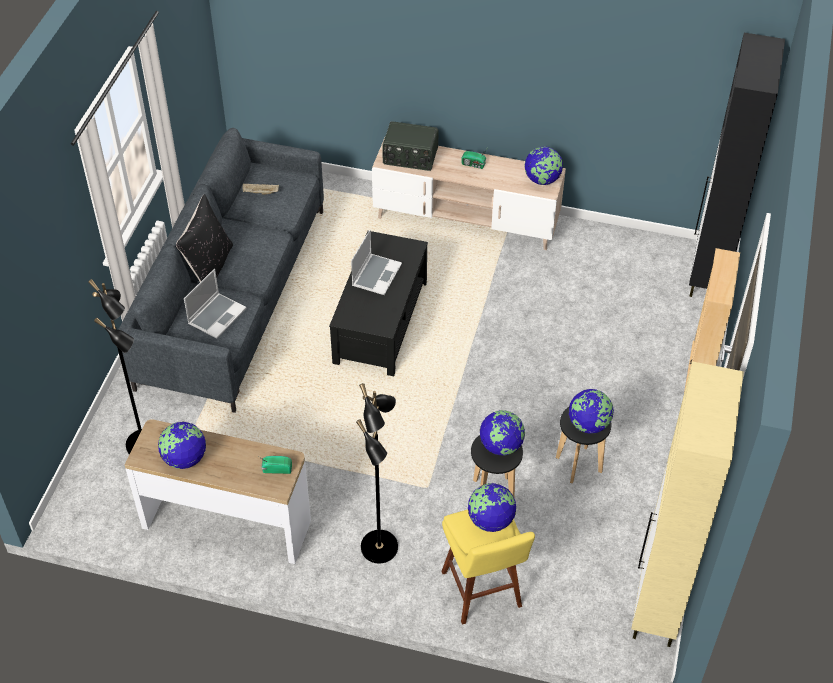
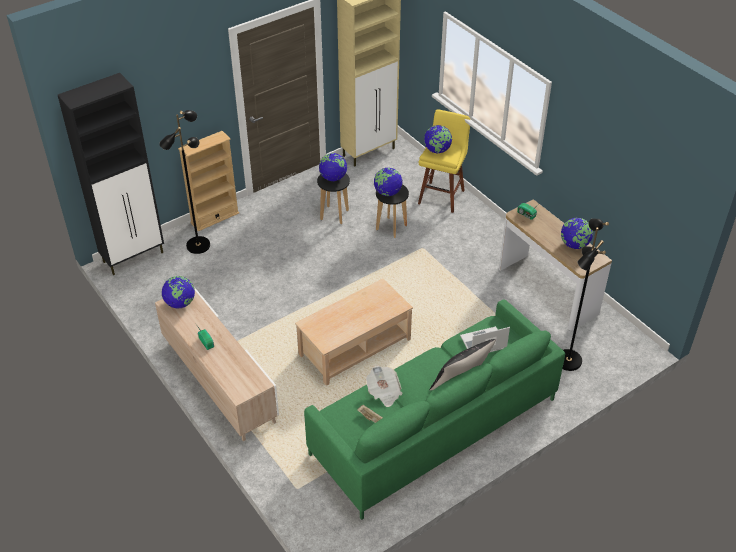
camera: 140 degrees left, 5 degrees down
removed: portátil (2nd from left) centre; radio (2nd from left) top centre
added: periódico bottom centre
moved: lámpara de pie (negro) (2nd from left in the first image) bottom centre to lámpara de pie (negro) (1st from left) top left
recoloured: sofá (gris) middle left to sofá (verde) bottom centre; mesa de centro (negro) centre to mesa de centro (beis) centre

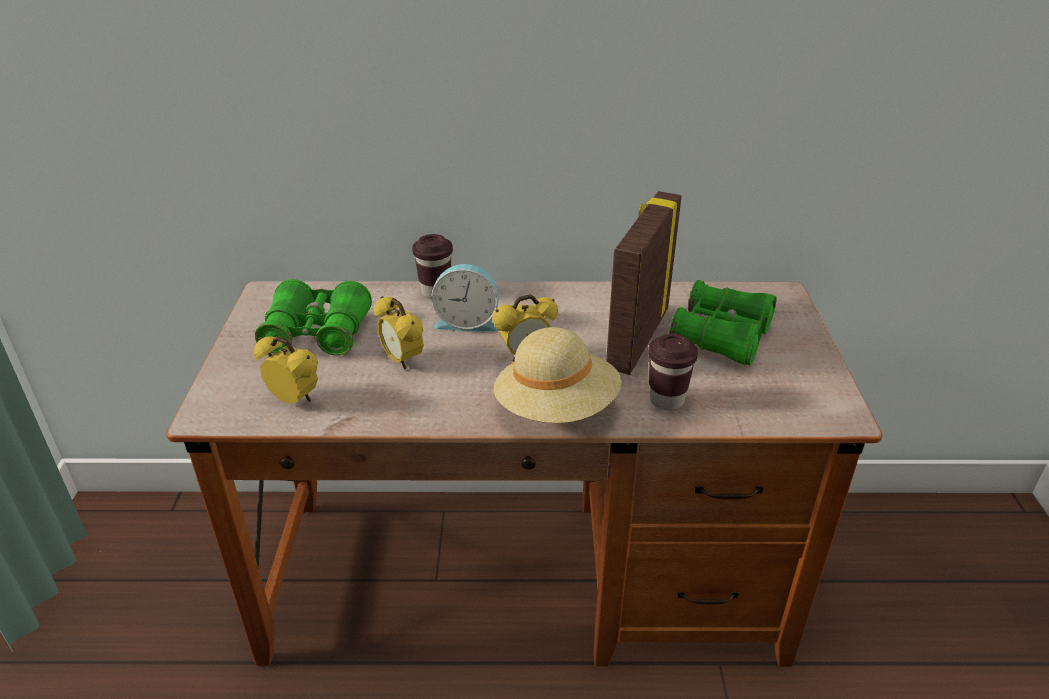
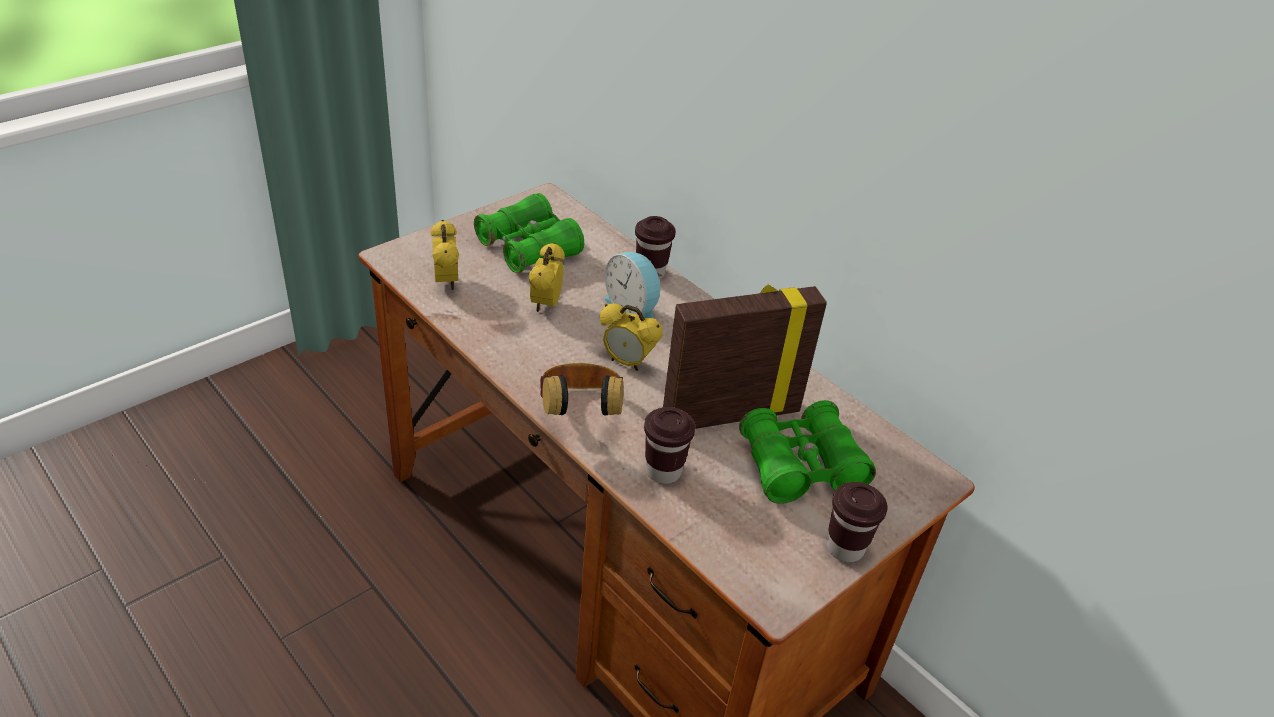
camera: 45 degrees right, 5 degrees up
added: taza (marrón) (3rd from left) bottom right
replaced: sombrero (beis) centre to auriculares centre

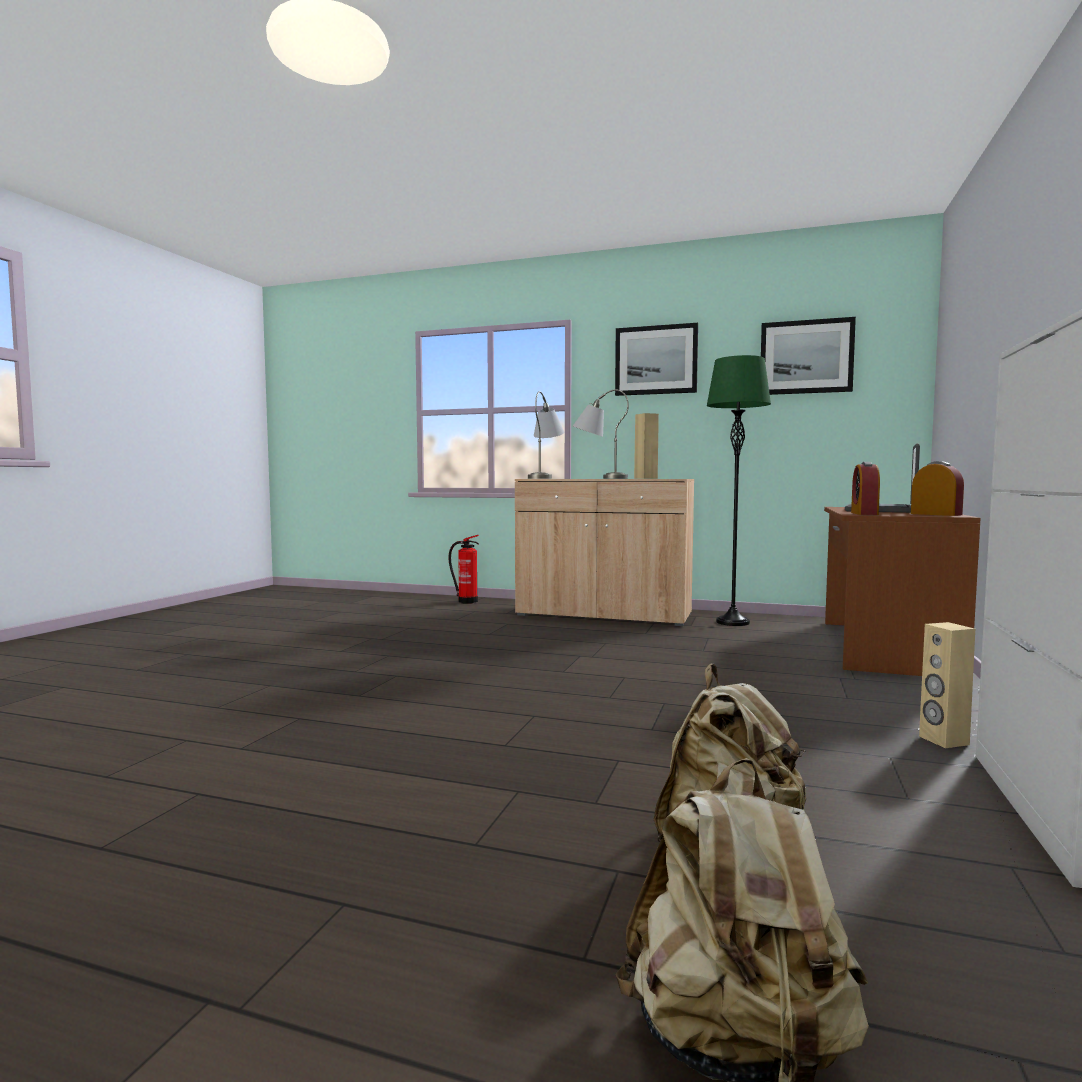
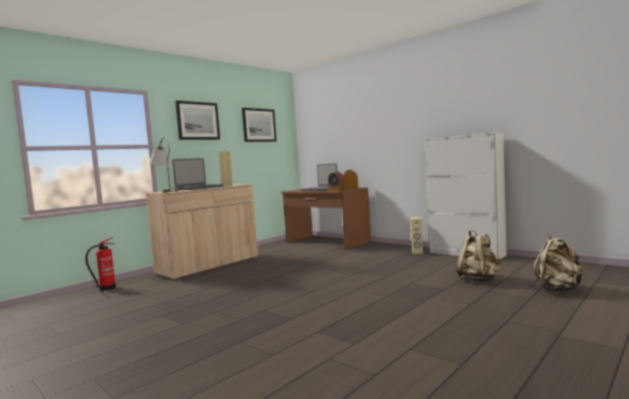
camera: 65 degrees left, 0 degrees up
removed: lámpara de pie (verde) middle right
replaced: lámpara de mesa (gris) (2nd from left) centre to portátil (1st from left) middle left

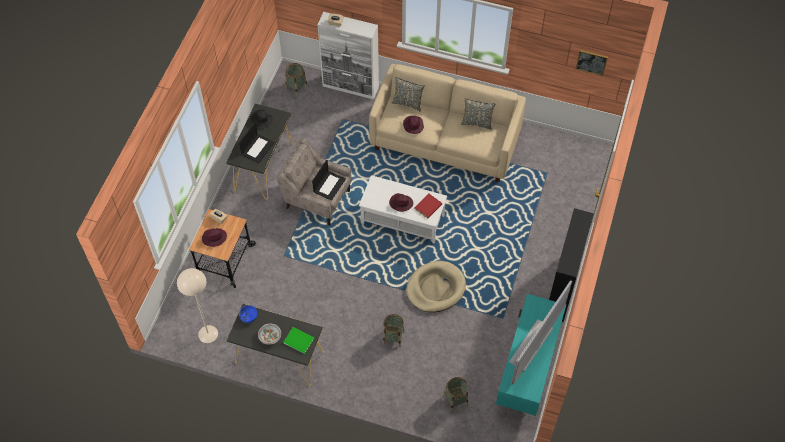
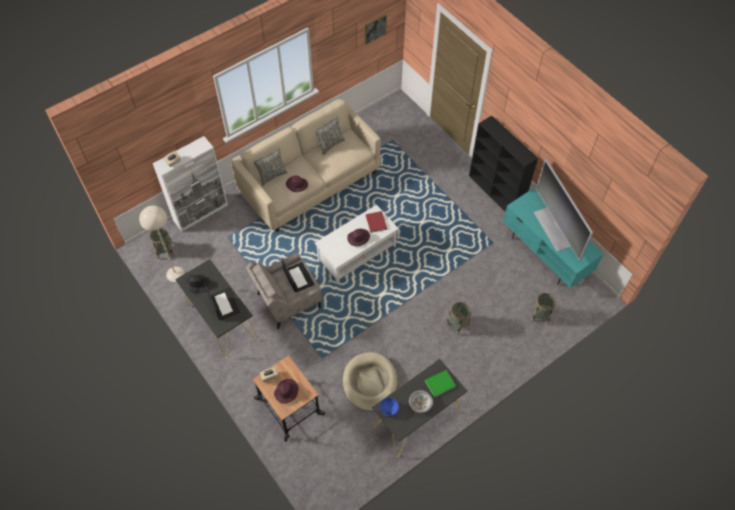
camera: 55 degrees left, 0 degrees up
moved: lámpara de pie (beis) bottom left to middle left; cama para perro (beis) centre to bottom centre

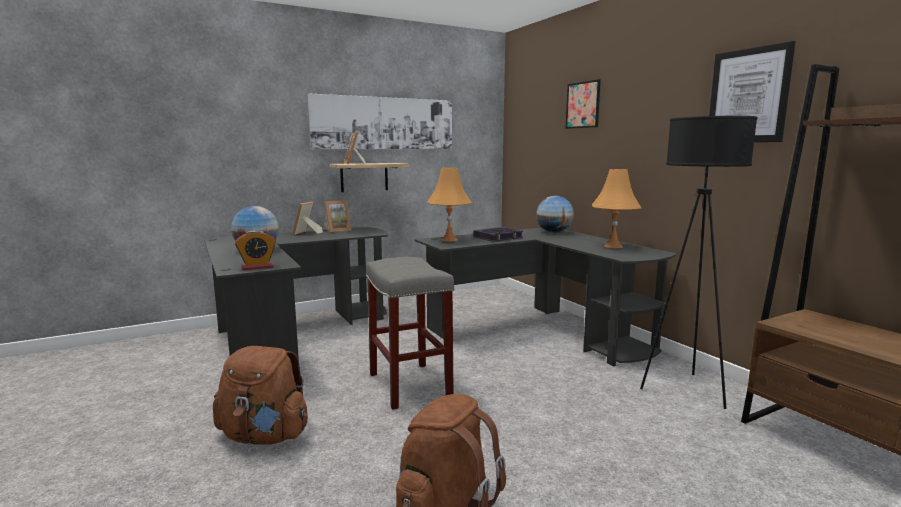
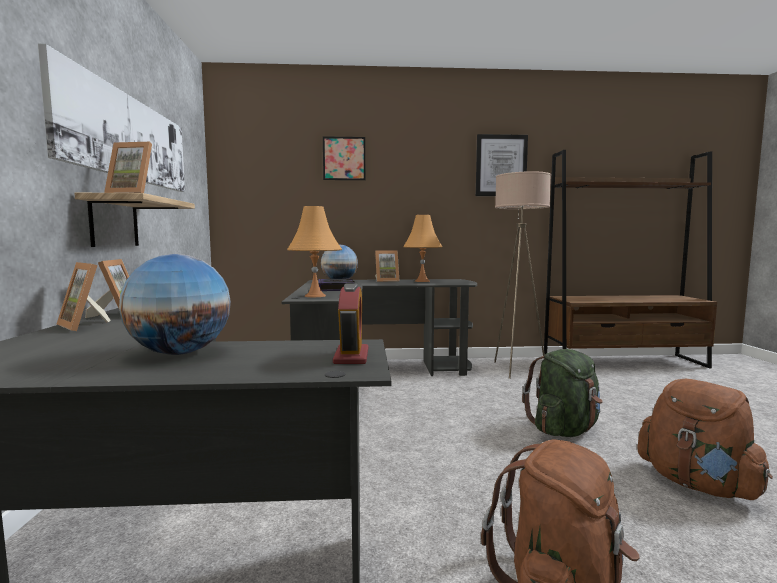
camera: 65 degrees left, 5 degrees down
removed: taburete (gris) centre
added: portarretratos (4th from left) centre; mochila (verde) bottom right
recoloured: lámpara de pie (negro) middle right to lámpara de pie (beis) middle right

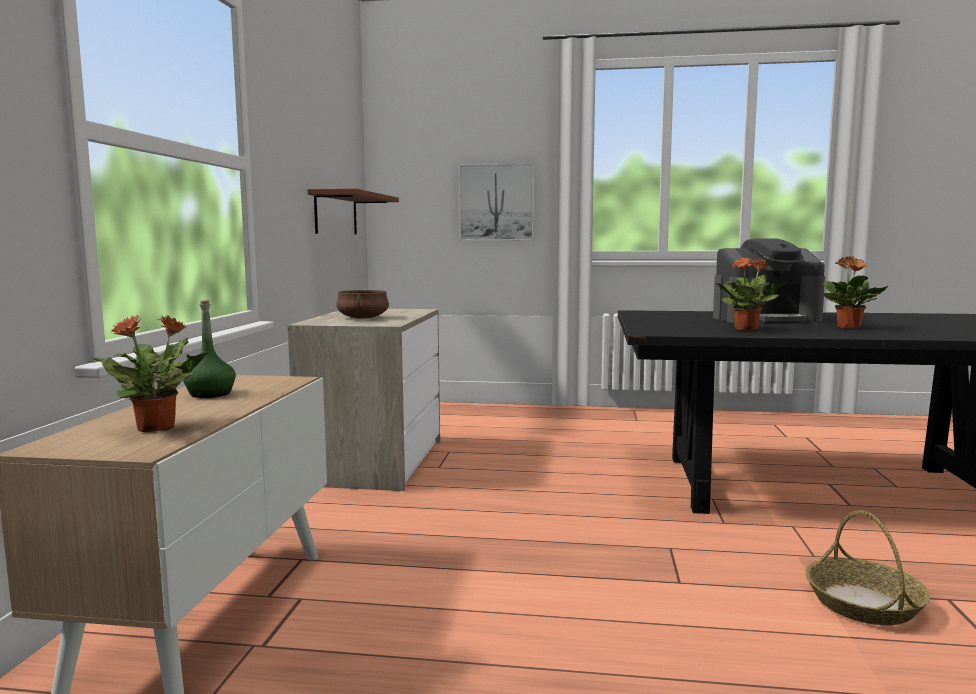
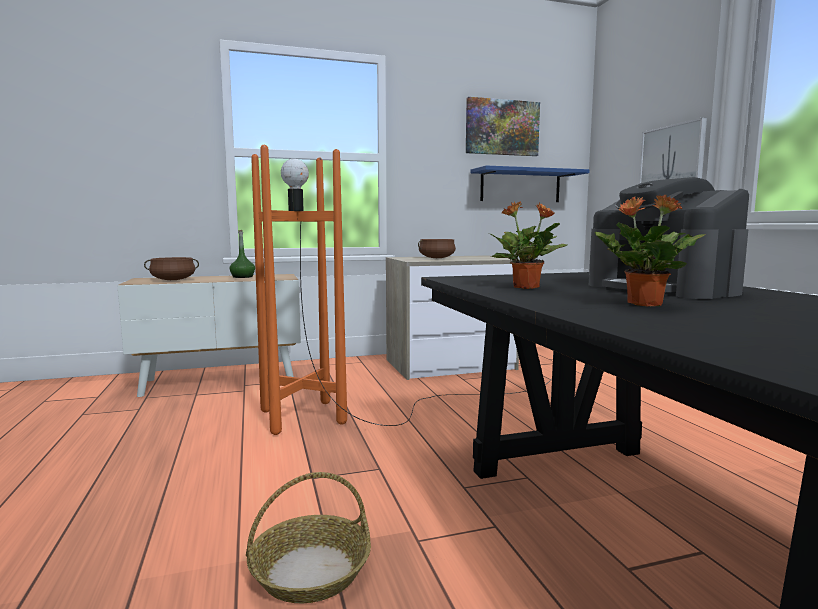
camera: 65 degrees right, 0 degrees up
added: lámpara de pie (naranja) centre; cuadro (1st from left) top centre
replaced: planta en maceta (1st from left) middle left to olla (marrón) (1st from left) middle left
recoloured: estante (marrón) top centre to estante (azul) top centre

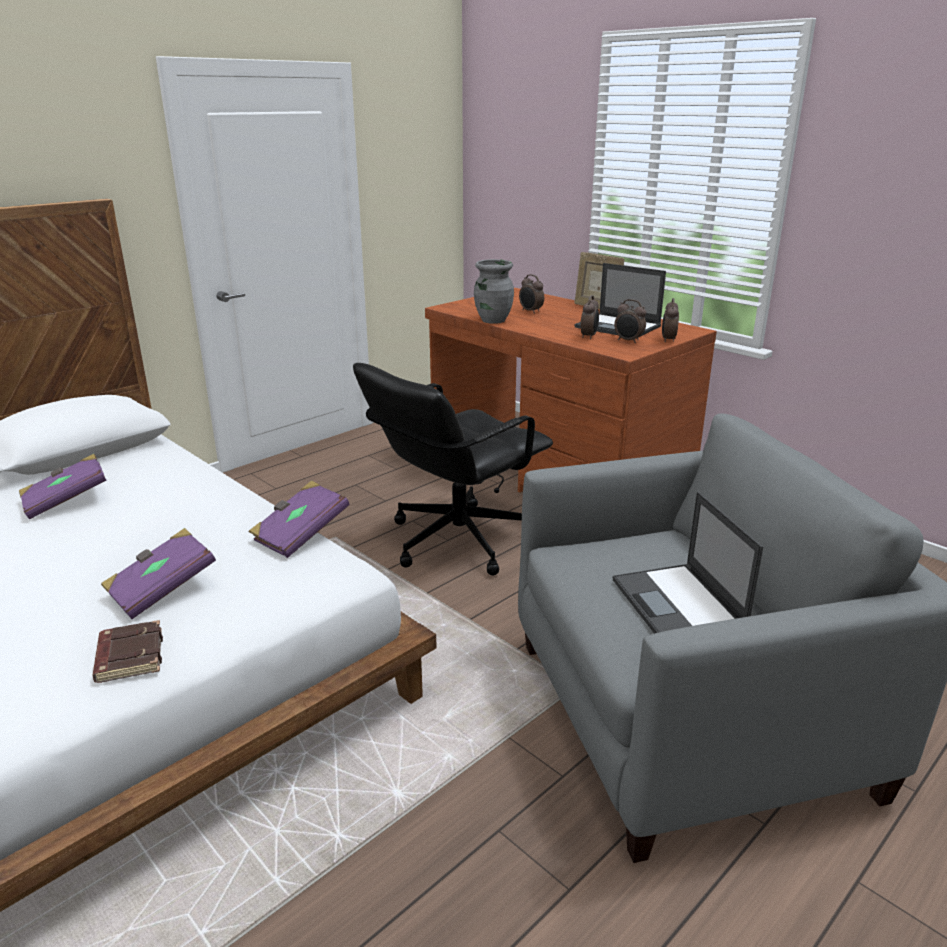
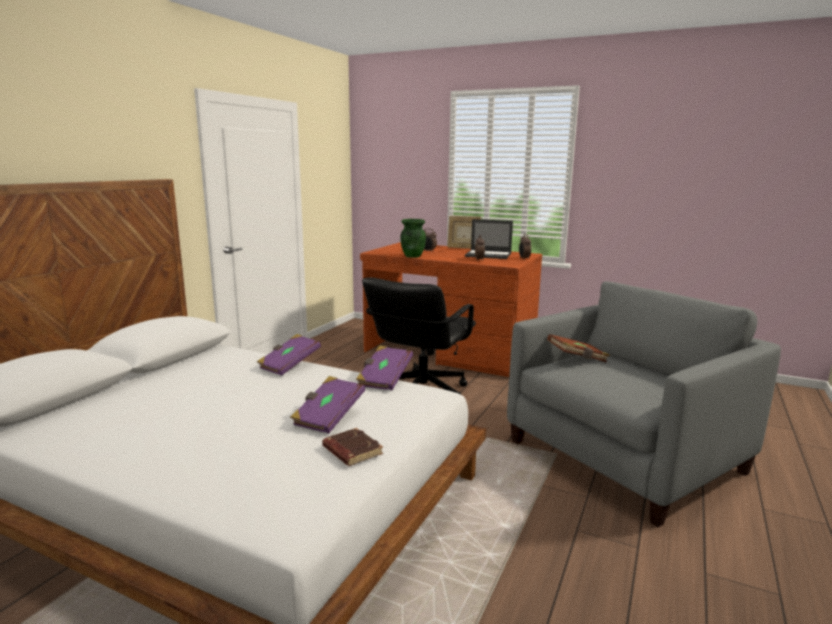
camera: 20 degrees left, 10 degrees down
removed: portátil (2nd from left) middle right; despertador (3rd from left) centre
added: libro (marrón) (2nd from left) middle right
moved: libro (morado) (1st from left) middle left to centre
recoloured: florero (gris) top centre to florero (verde) centre

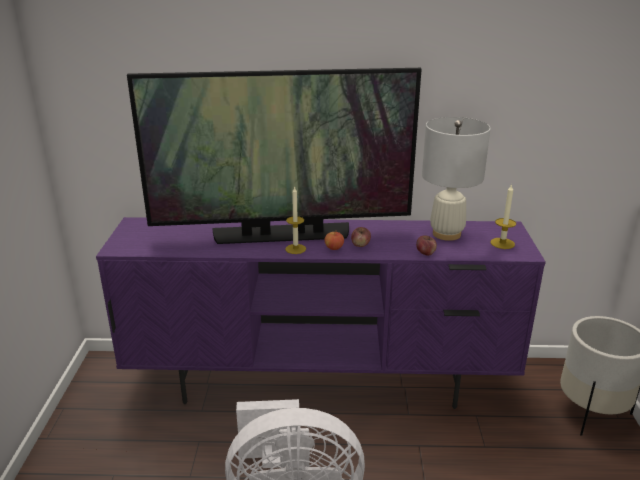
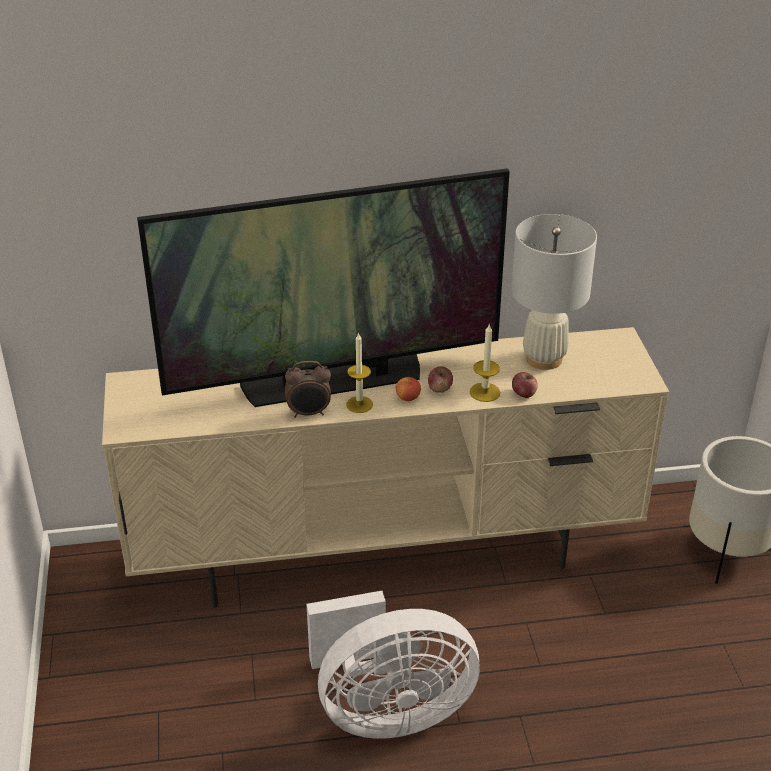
camera: 10 degrees left, 10 degrees up
added: despertador centre
moved: vela (2nd from left) middle right to centre
recoloured: mueble de televisión (morado) centre to mueble de televisión (beis) centre

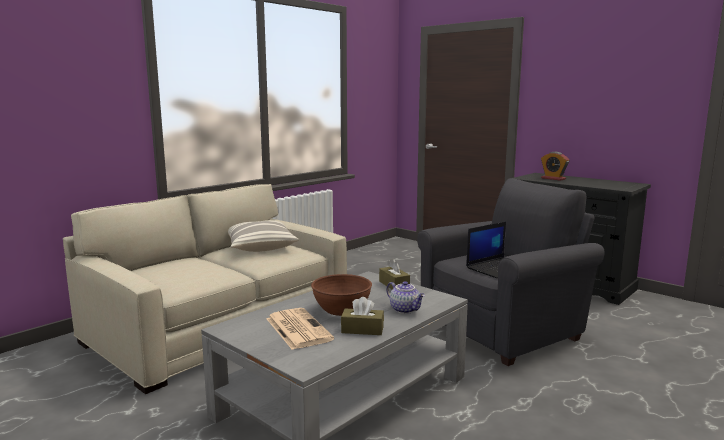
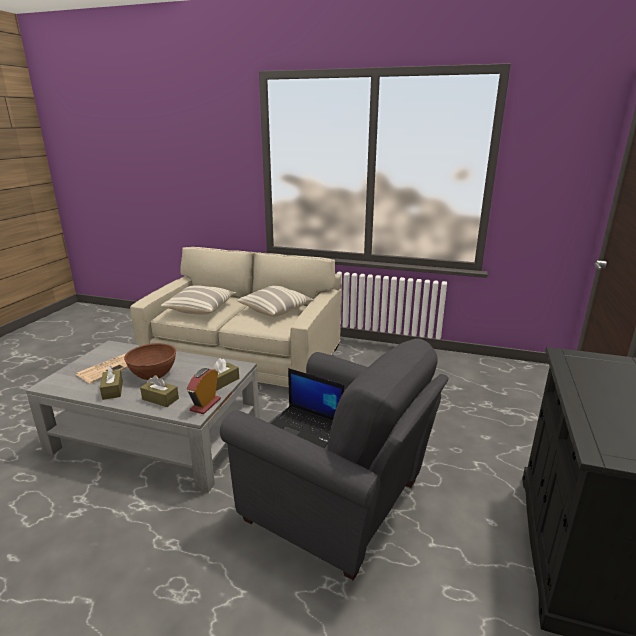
camera: 65 degrees right, 10 degrees up
added: cojín (1st from left) middle left
moved: despertador middle right to middle left
replaced: tetera bottom centre to caja de pañuelos (marrón) (2nd from left) middle left

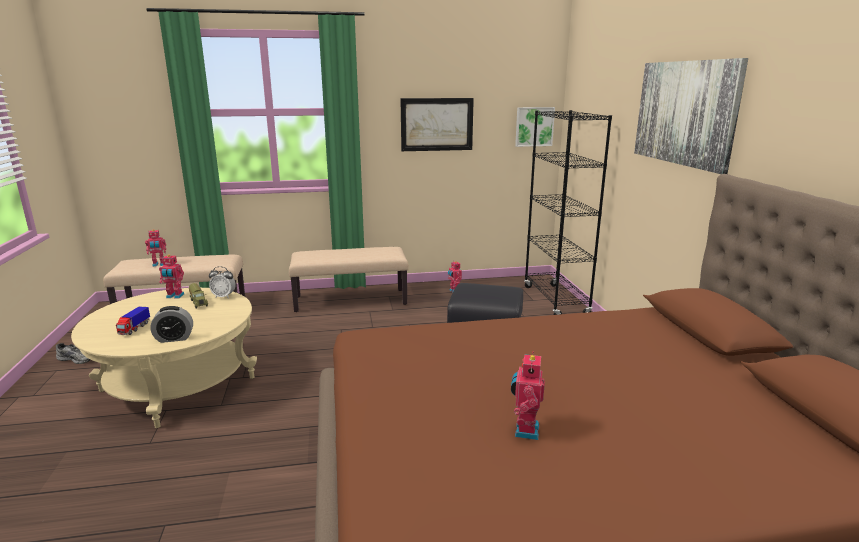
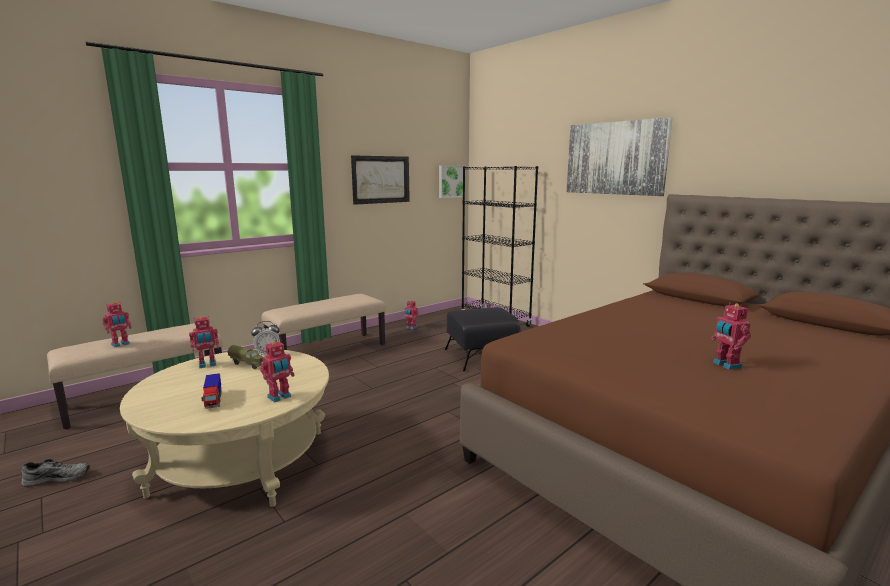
camera: 30 degrees left, 5 degrees down
replaced: despertador (1st from left) middle left to robot de juguete (3rd from left) middle left

